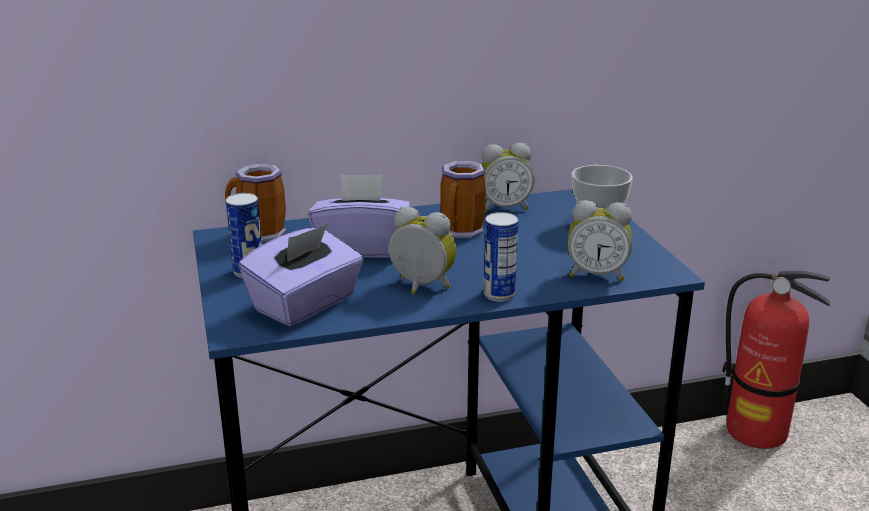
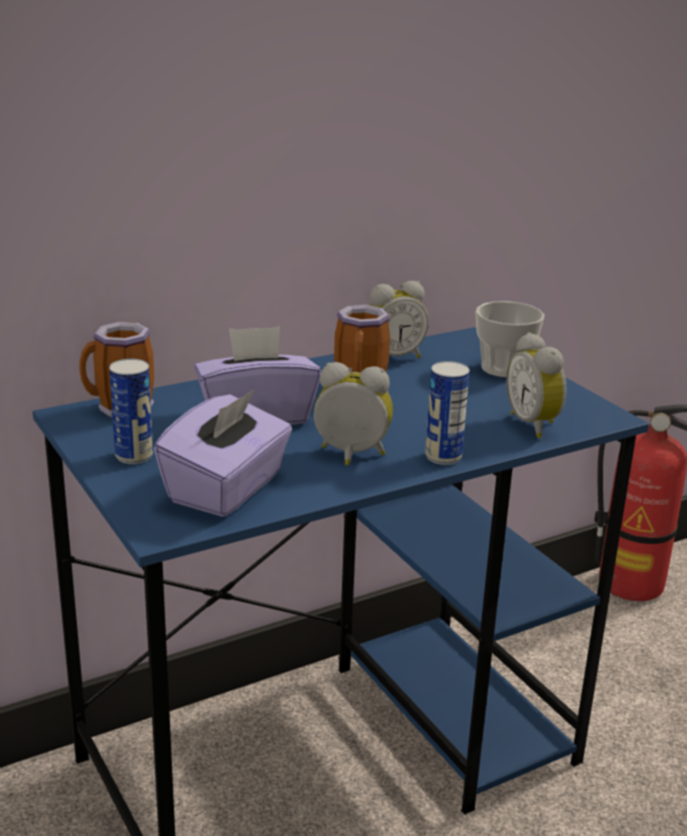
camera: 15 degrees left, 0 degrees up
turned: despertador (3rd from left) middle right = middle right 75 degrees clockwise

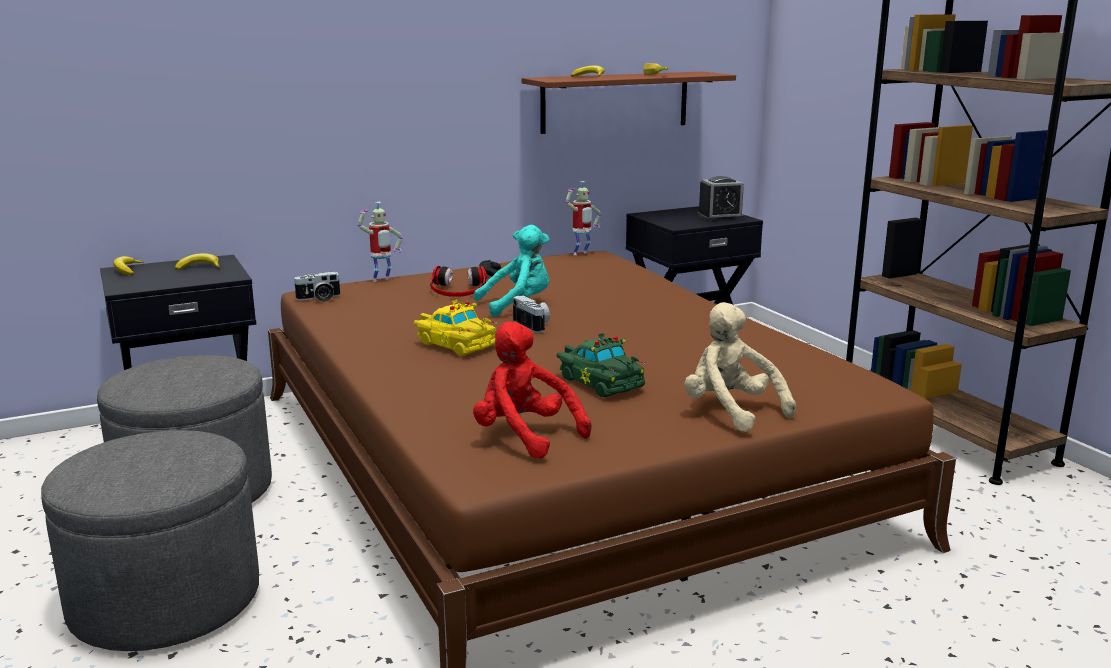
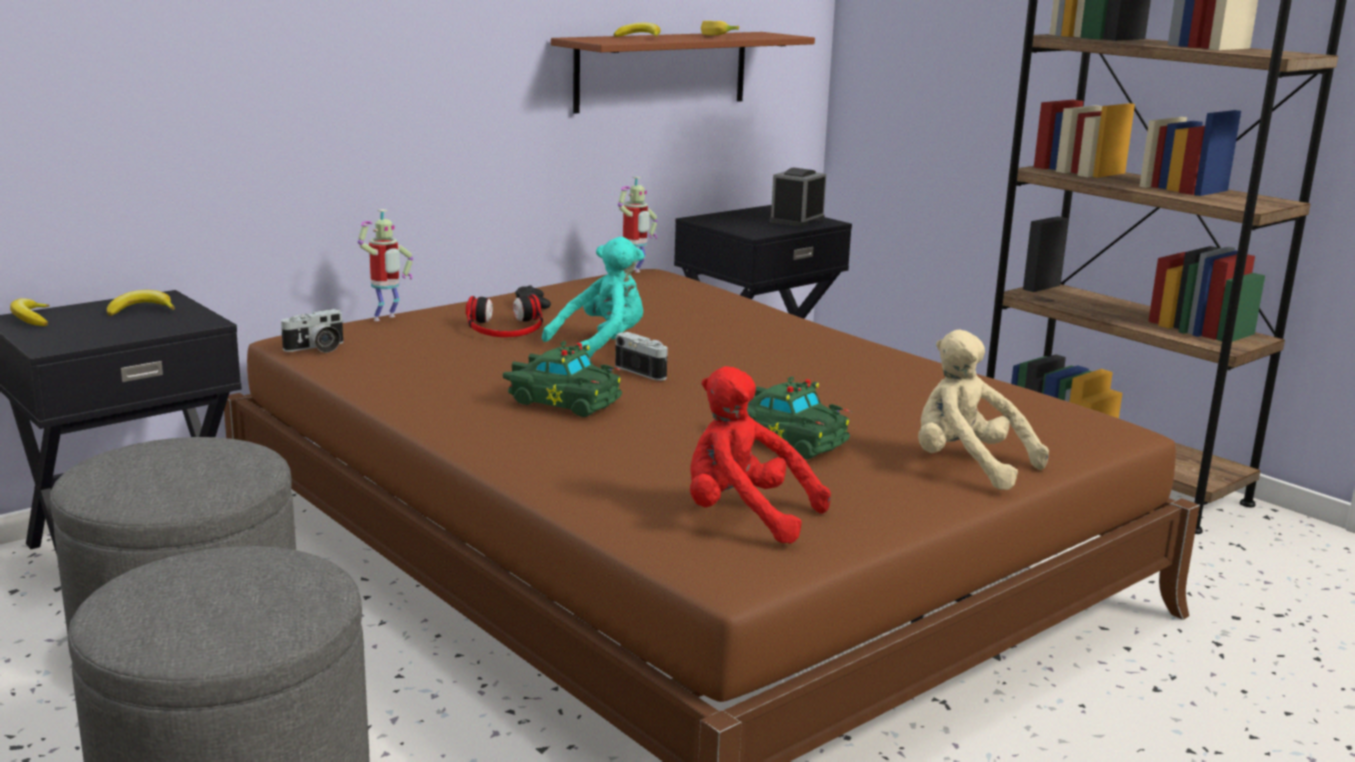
camera: 15 degrees left, 0 degrees up
recoloured: coche de juguete (amarillo) centre to coche de juguete (verde) (1st from left) centre
turned: despertador top centre = top centre 150 degrees clockwise

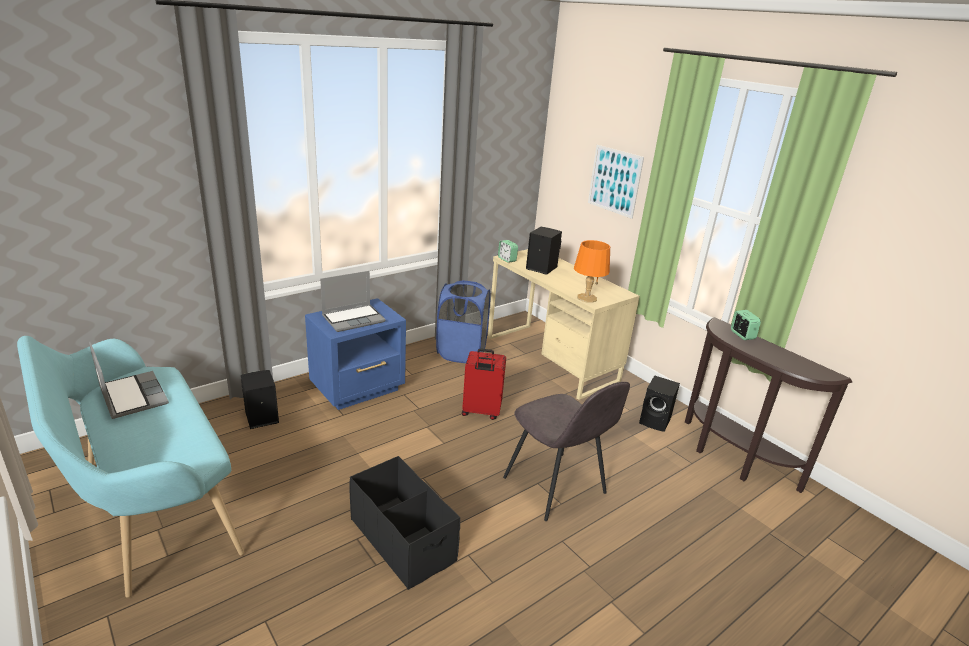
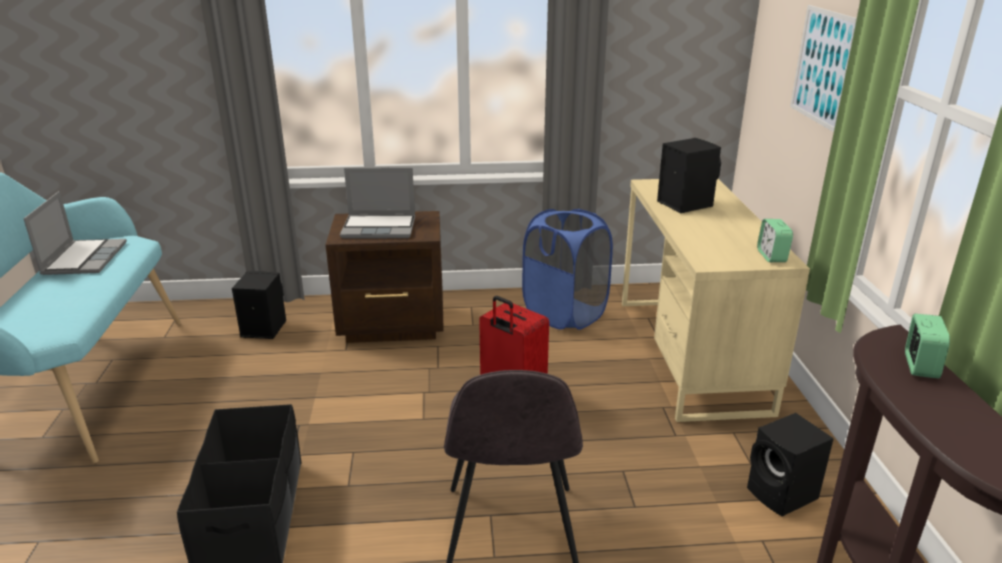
camera: 35 degrees right, 0 degrees up
removed: lámpara de mesa (naranja) centre
moved: despertador (1st from left) centre to middle right
recoloured: mesita de noche (azul) centre to mesita de noche (marrón) centre

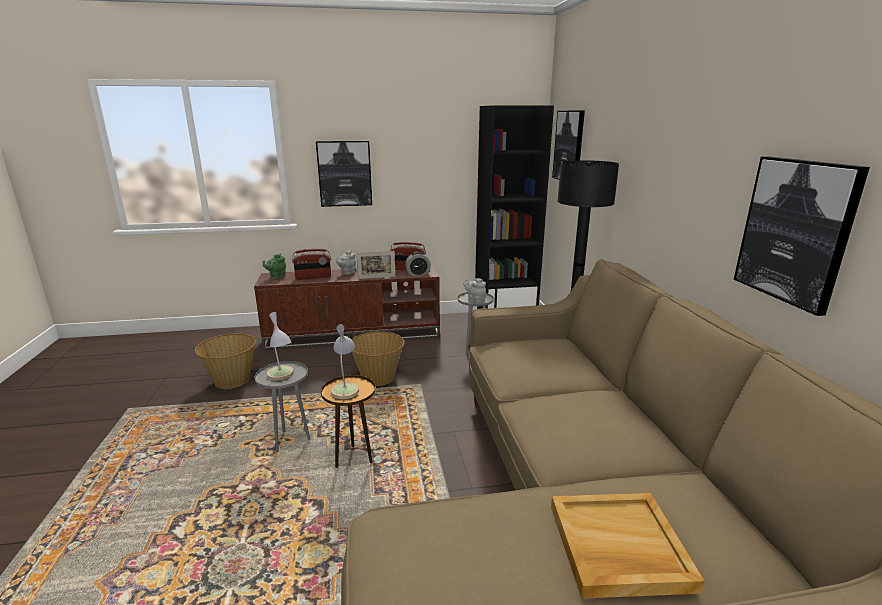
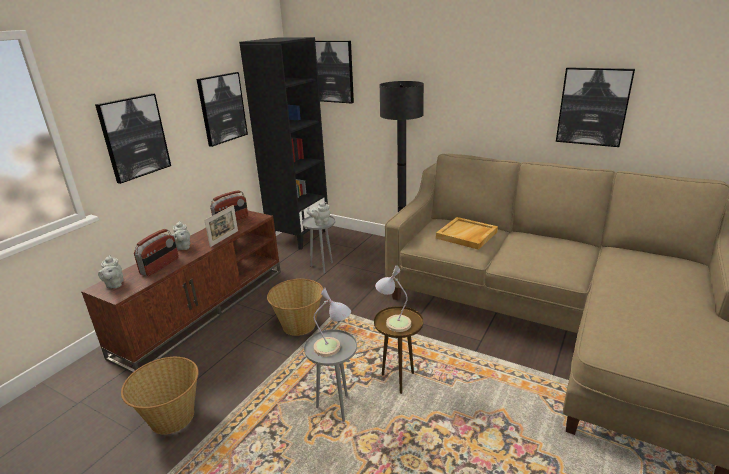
camera: 50 degrees left, 5 degrees up
removed: despertador centre
added: cuadro (2nd from left) top left
moved: bandeja (beis) bottom right to centre
recoloured: tetera (verde) middle left to tetera (gris) (1st from left) middle left

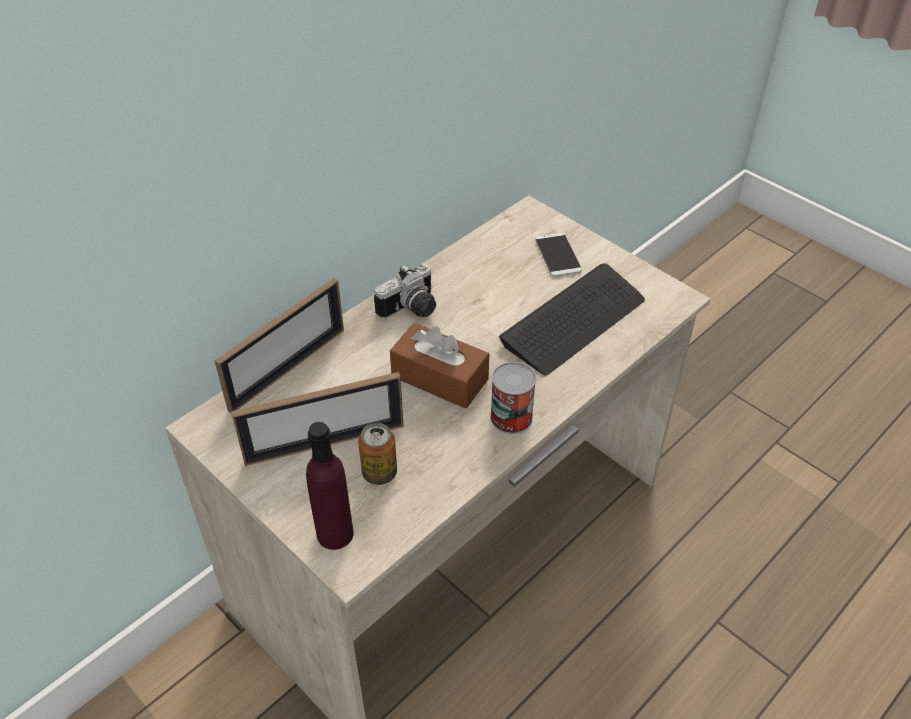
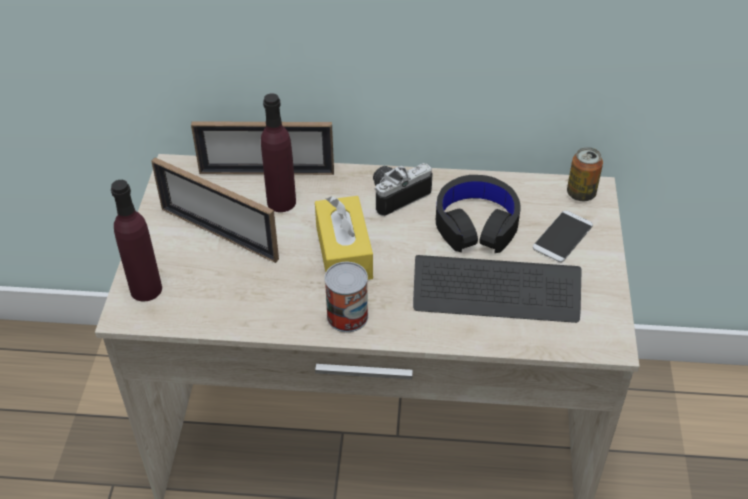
camera: 50 degrees right, 0 degrees up
added: botella (morado) (2nd from left) top centre; auriculares (negro) centre
moved: lata (1st from left in the first image) centre to lata (2nd from left) middle right
recoloured: caja de pañuelos (marrón) centre to caja de pañuelos (amarillo) centre
turned: cámara centre = centre 135 degrees clockwise

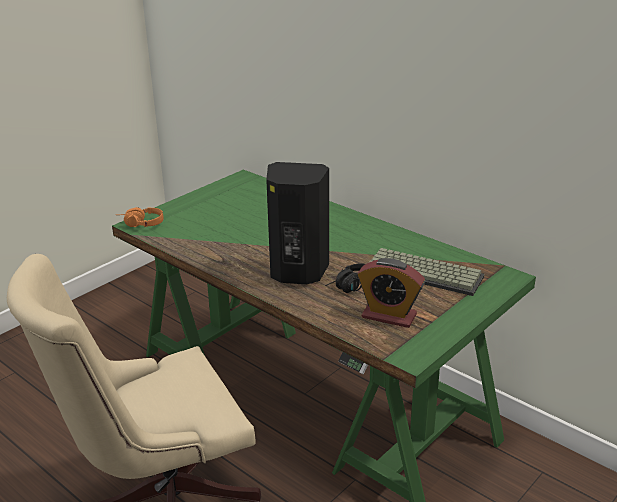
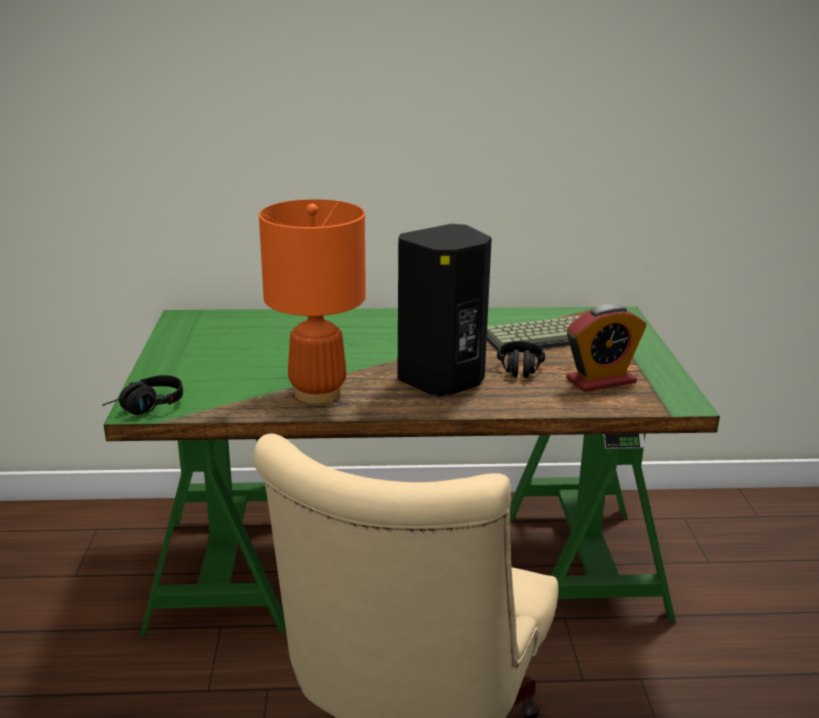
camera: 45 degrees left, 5 degrees down
added: lámpara de mesa (naranja) centre
recoloured: auriculares (naranja) middle left to auriculares (negro) (1st from left) middle left

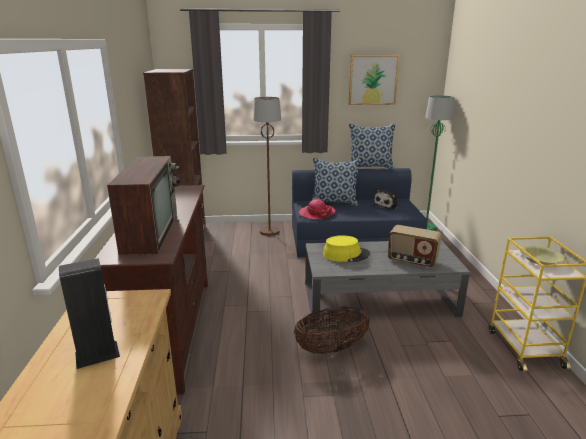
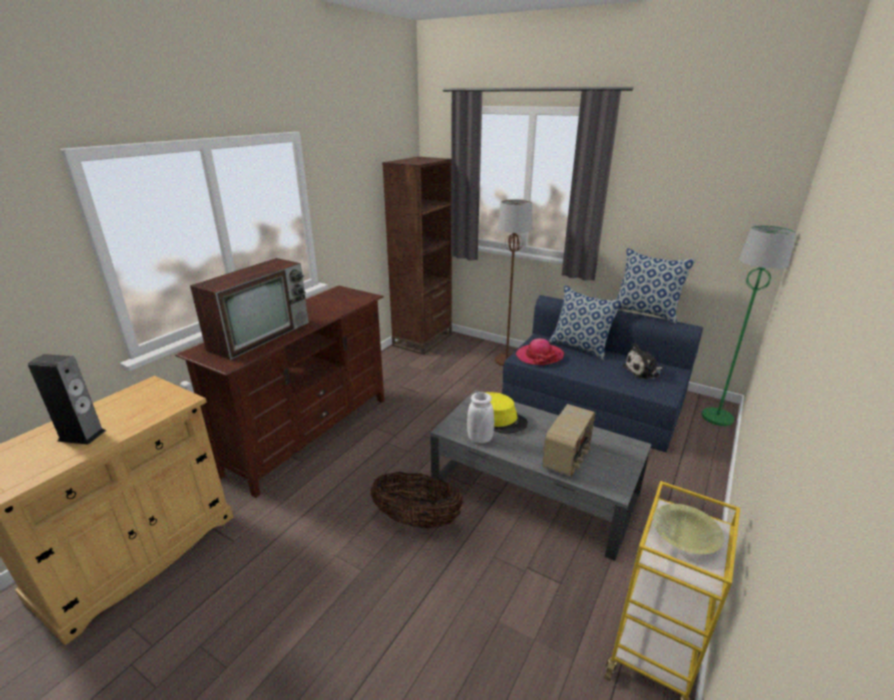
camera: 35 degrees right, 5 degrees up
removed: cuadro top centre
added: florero (blanco) centre
turned: radio middle right = centre 120 degrees counterclockwise

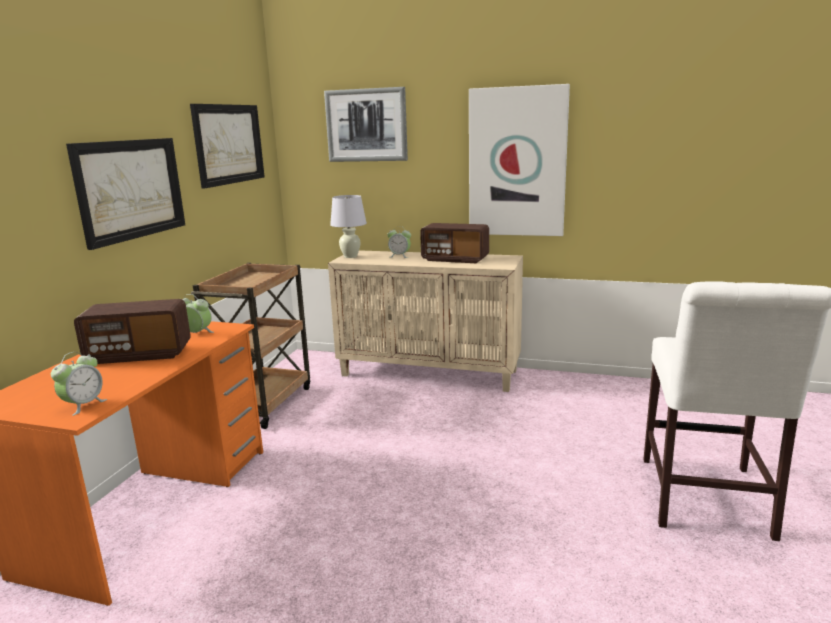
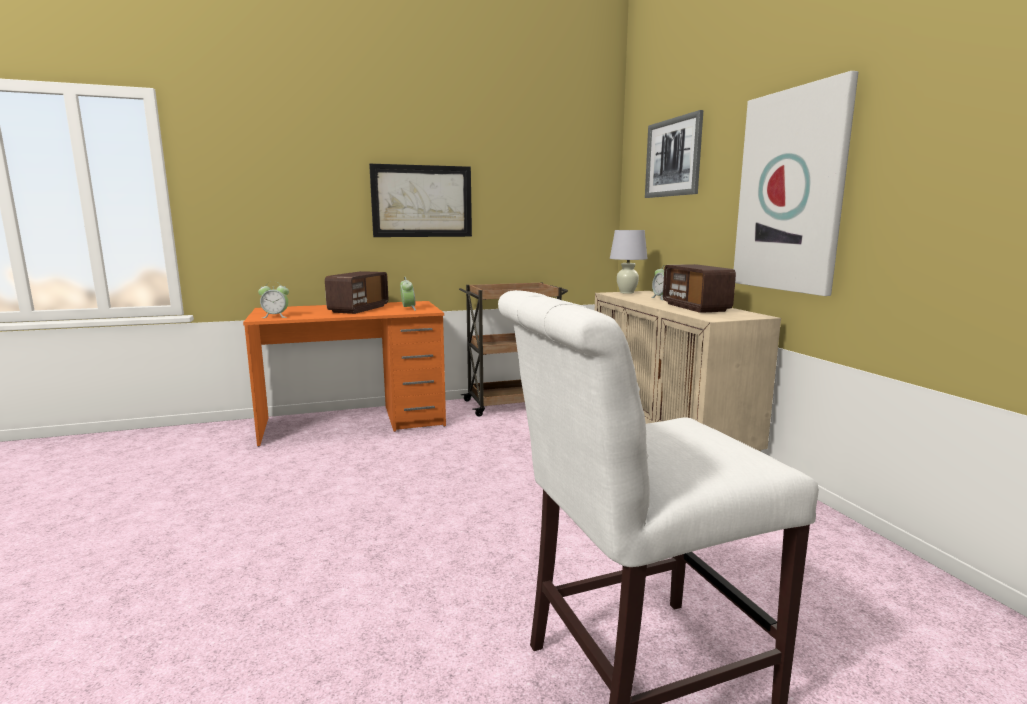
camera: 55 degrees right, 5 degrees down
removed: cuadro (2nd from left) top left
turned: radio (1st from left) middle left = centre 120 degrees counterclockwise

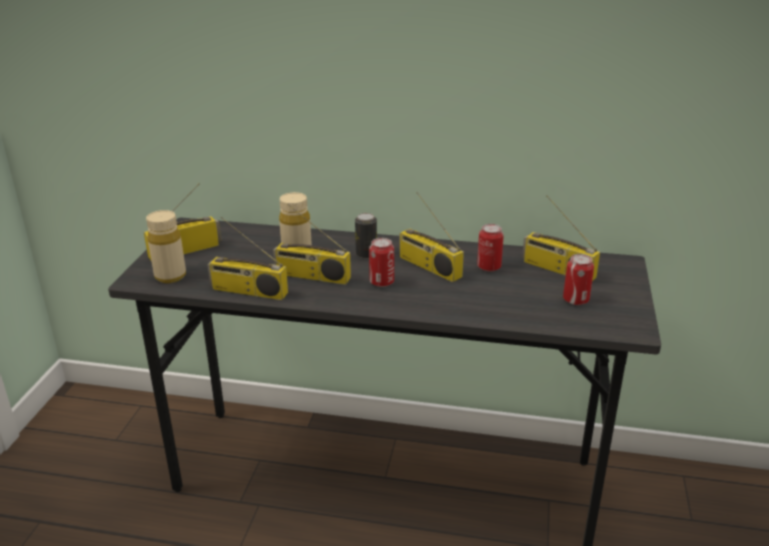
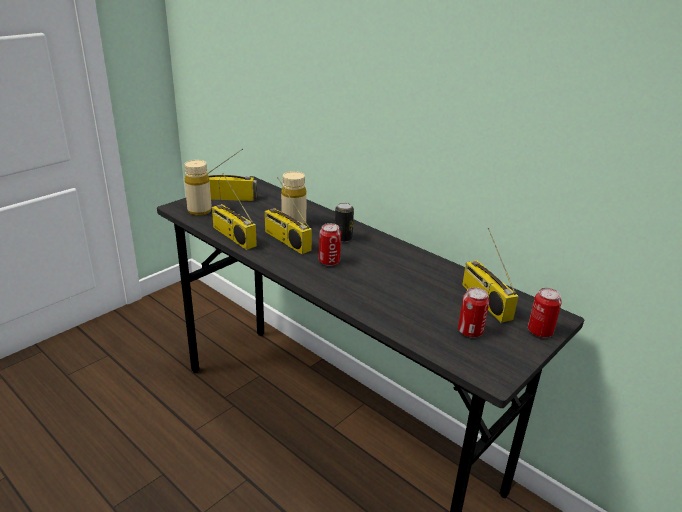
camera: 30 degrees right, 0 degrees up
removed: radio (4th from left) centre
moved: lata (3rd from left in the first image) centre to lata (4th from left) middle right

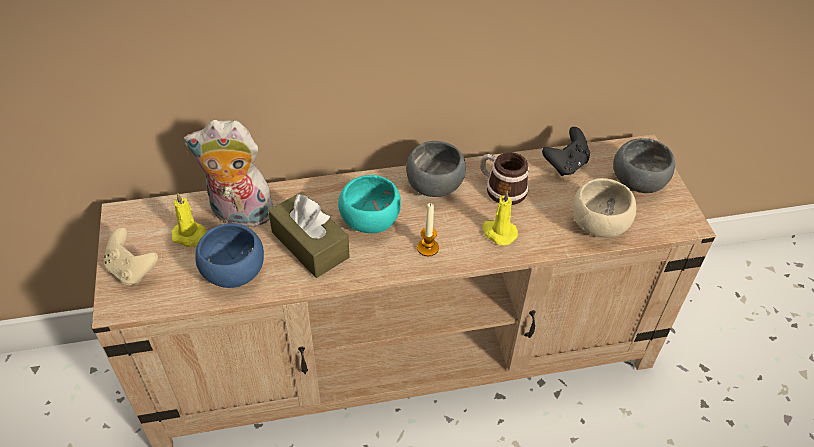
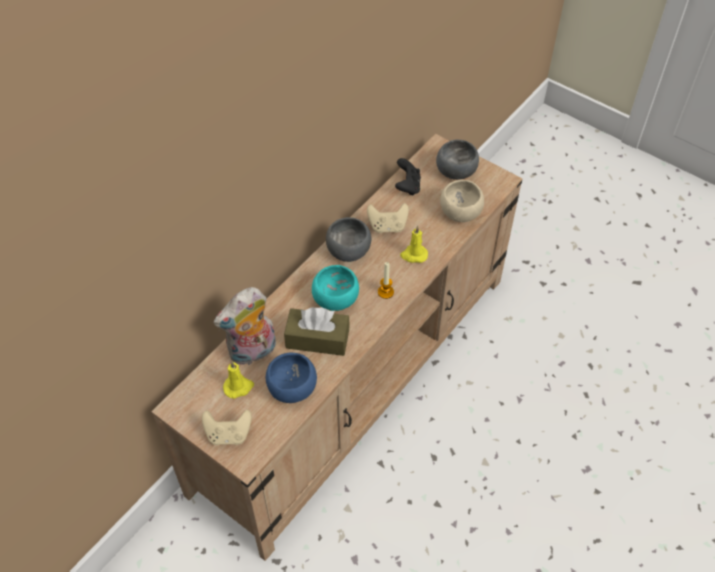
camera: 40 degrees left, 5 degrees up
replaced: taza grande centre to mando de consola (beis) (2nd from left) centre

